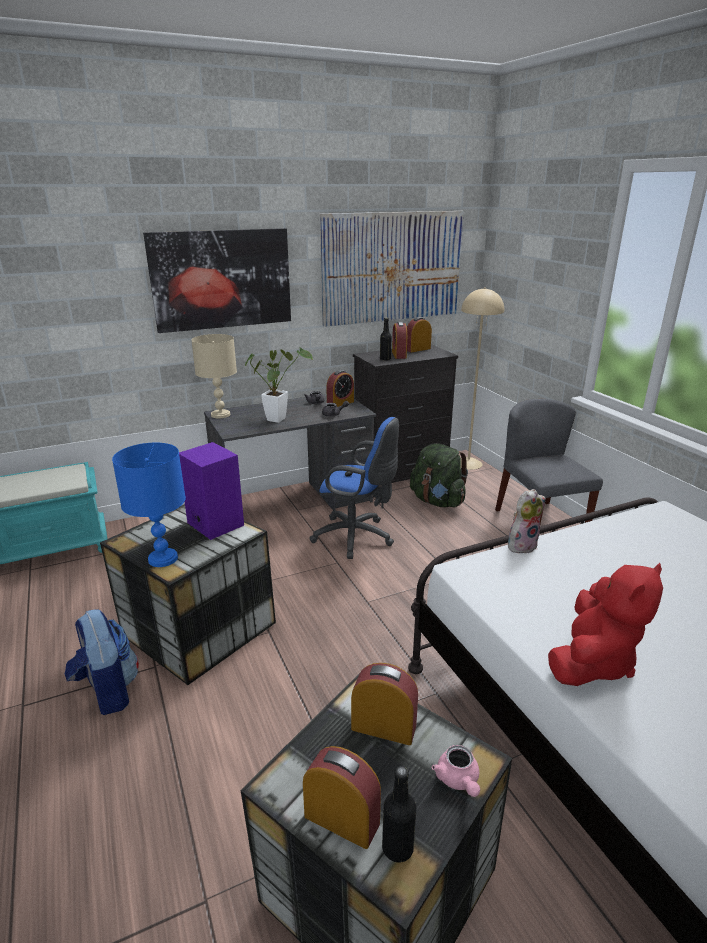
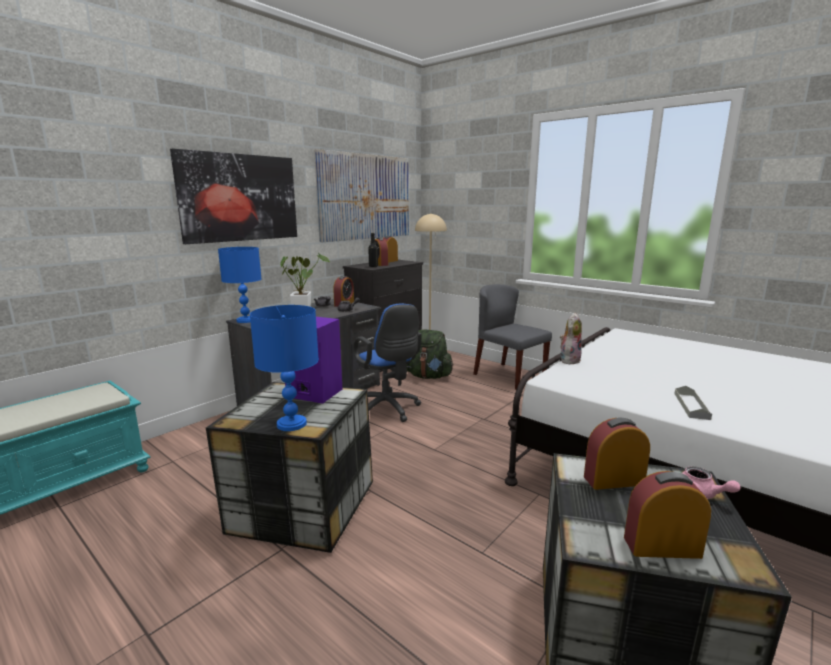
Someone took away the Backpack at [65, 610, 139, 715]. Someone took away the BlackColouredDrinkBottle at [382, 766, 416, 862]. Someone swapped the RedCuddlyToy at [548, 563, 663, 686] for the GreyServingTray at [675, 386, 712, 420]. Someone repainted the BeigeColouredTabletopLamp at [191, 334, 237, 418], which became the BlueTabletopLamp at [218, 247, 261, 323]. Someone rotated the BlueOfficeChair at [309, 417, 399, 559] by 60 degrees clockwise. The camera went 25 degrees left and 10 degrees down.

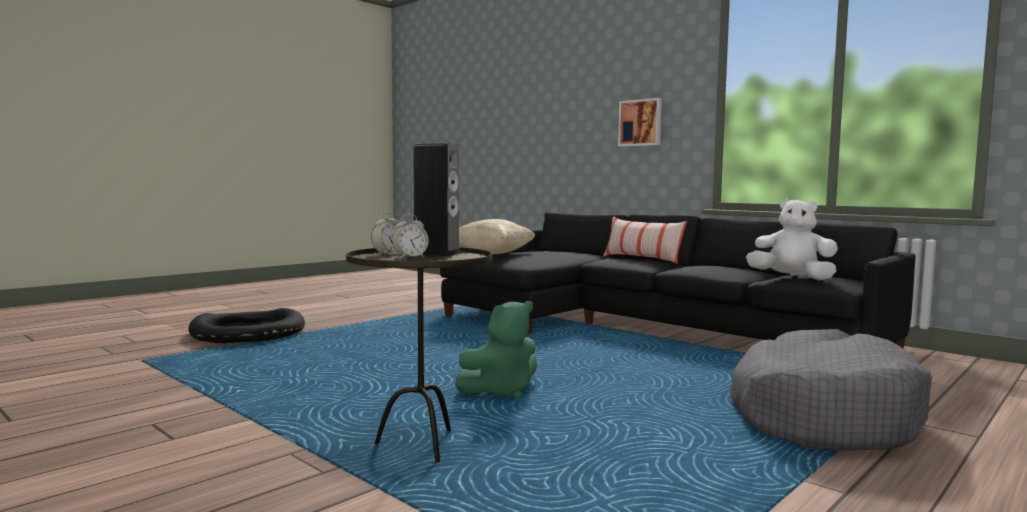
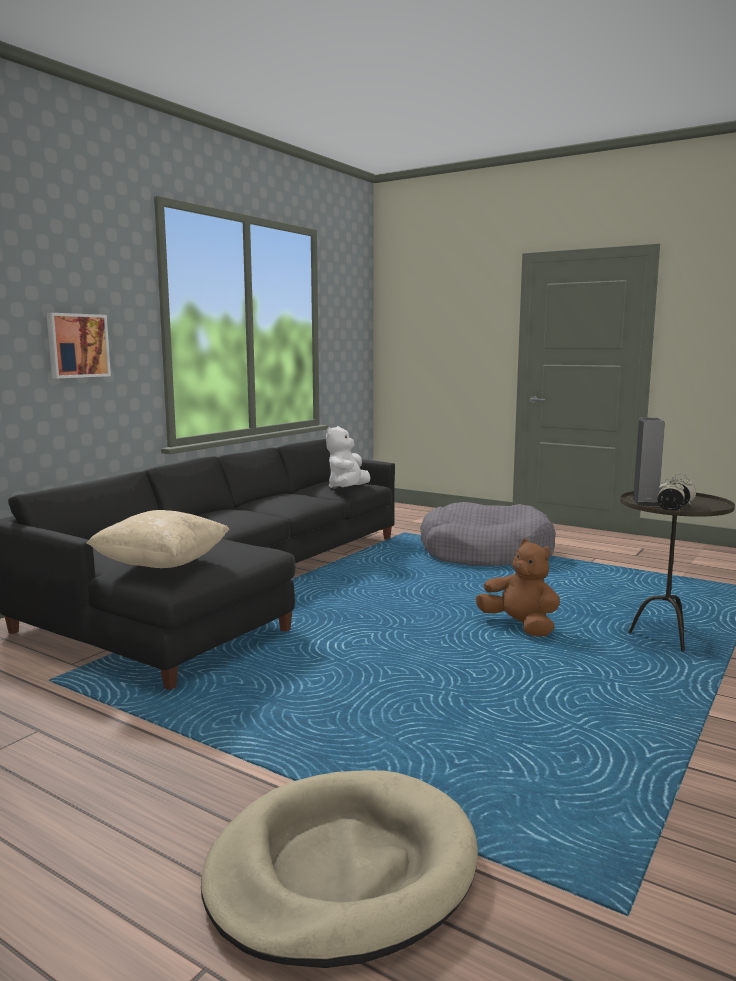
Someone took away the Cushion at [603, 217, 687, 264]. Someone repainted the BlackColouredPetBed at [189, 308, 305, 343], which became the BeigeColouredPetBed at [201, 770, 478, 968]. Someone repainted the GreenishCuddlyToy at [455, 301, 537, 398], which became the BrownColouredCuddlyToy at [476, 539, 560, 636]. The camera went 100 degrees left and 5 degrees up.

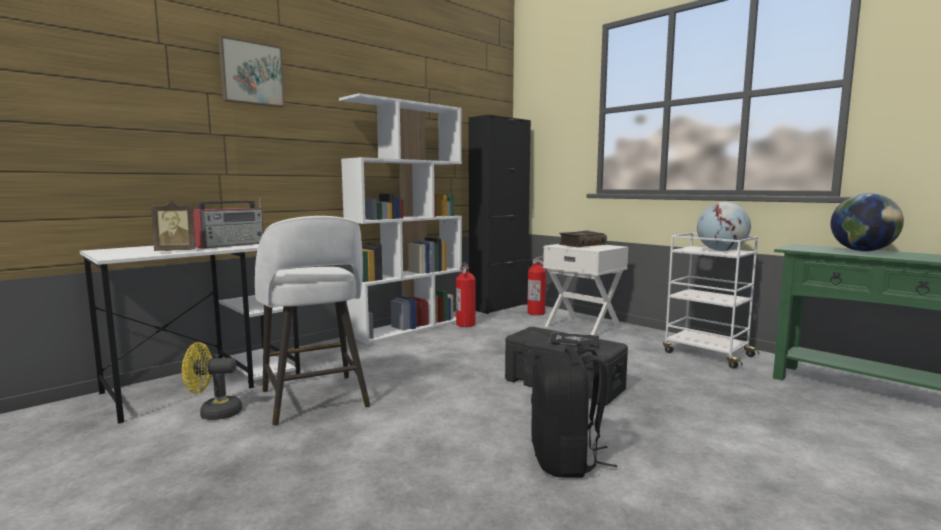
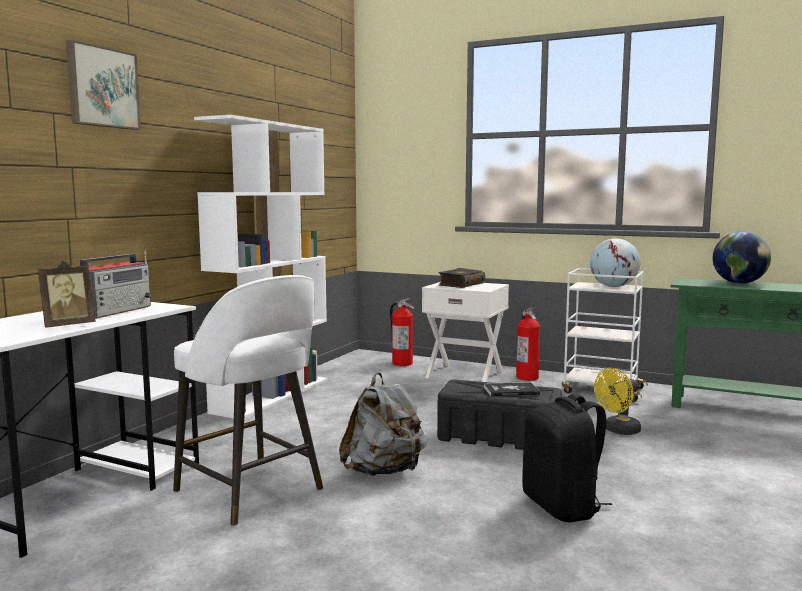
Someone took away the BlackColouredCabinet at [469, 115, 531, 314]. Someone put down the GreyBackpack at [339, 373, 427, 476]. Someone carried the YellowColouredElectricFan from [182, 342, 242, 420] to [594, 368, 641, 435]. Someone carried the Extinguisher from [456, 263, 476, 327] to [516, 308, 540, 381]. The camera went 20 degrees left and 0 degrees up.

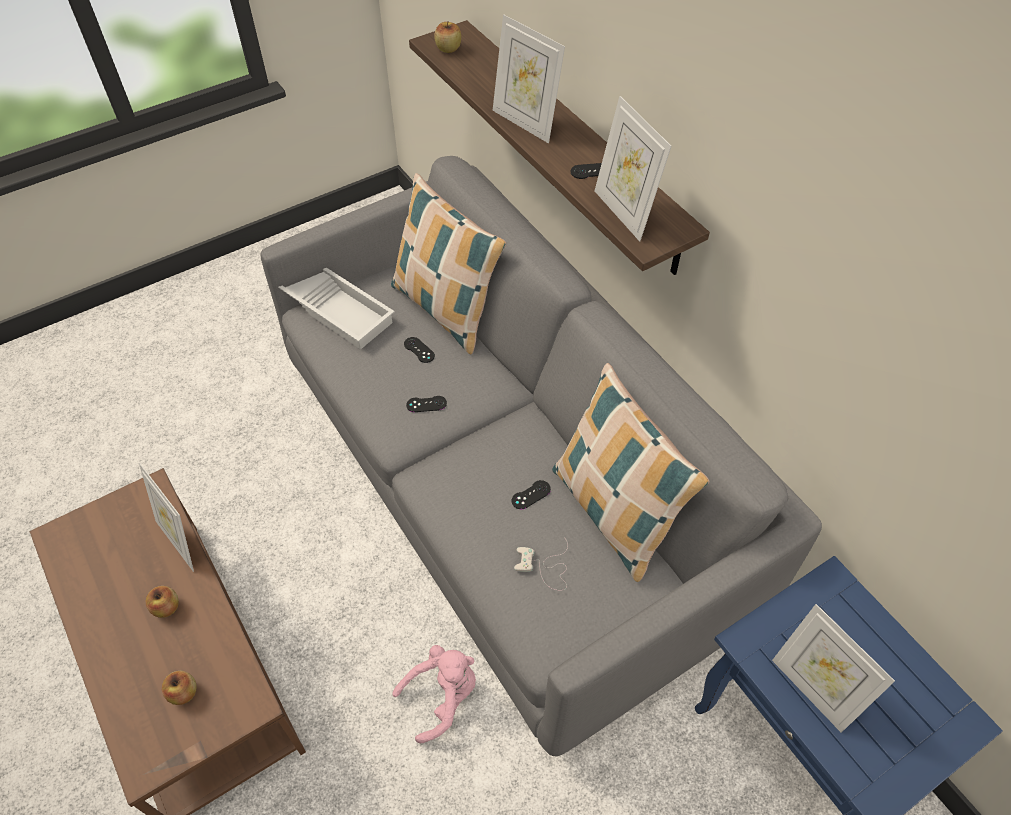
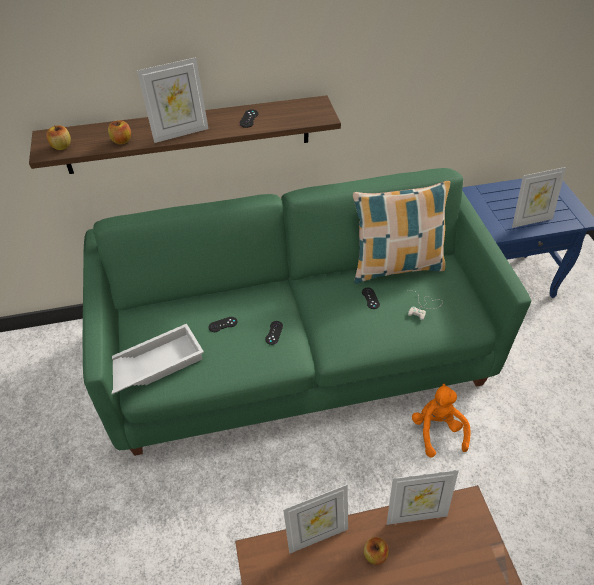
Someone took away the Cushion at [391, 173, 506, 354]. Someone carried the AppleFruit from [162, 671, 197, 705] to [108, 120, 131, 144]. Someone carried the PictureFrame from [595, 96, 672, 242] to [387, 470, 459, 525]. Someone repainted the GreySettee at [260, 156, 822, 756], which became the GreenishSettee at [83, 168, 531, 456]. Someone repainted the PinkColouredCuddlyToy at [392, 645, 476, 743], which became the OrangeyCuddlyToy at [412, 383, 471, 458]. The camera went 70 degrees left and 5 degrees down.

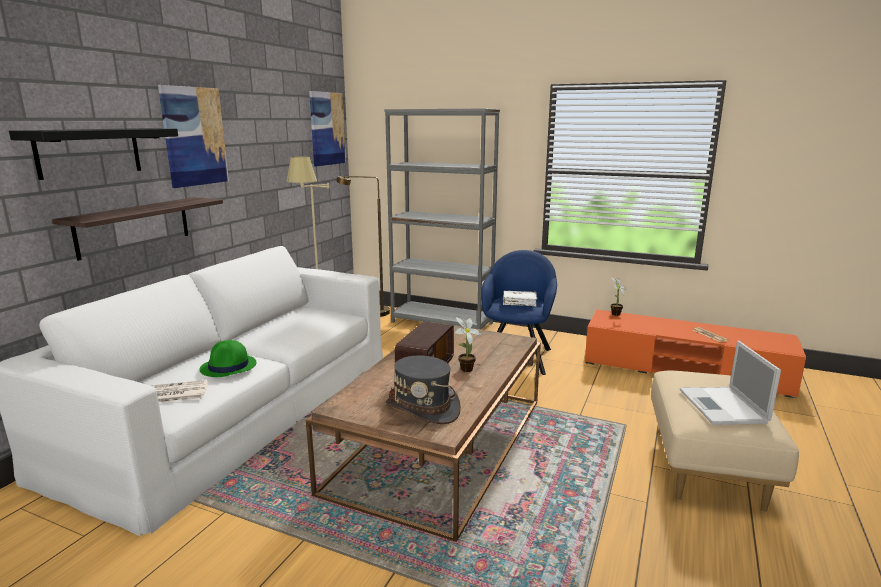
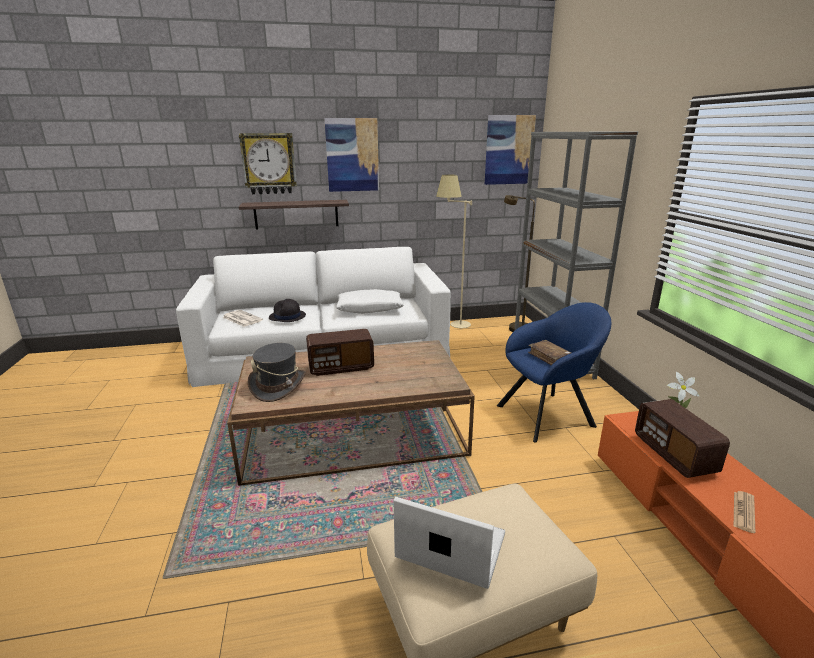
Someone took away the PottedPlant at [455, 317, 481, 372]. Someone put down the WhiteCushion at [336, 289, 404, 314]. Someone put down the RadioReceiver at [635, 399, 730, 478]. Someone swapped the BlackColouredWallShelf at [9, 128, 178, 180] for the ClockOnTheWall at [239, 133, 297, 194]. Someone repainted the GreenishWearableHat at [200, 340, 256, 377], which became the BlackColouredWearableHat at [269, 299, 306, 322]. Someone repainted the WhiteBook at [503, 291, 537, 306], which became the BrownColouredBook at [528, 340, 571, 365]. Someone rotated the Laptop at [680, 341, 781, 425] by 60 degrees clockwise. The camera went 55 degrees right and 5 degrees up.

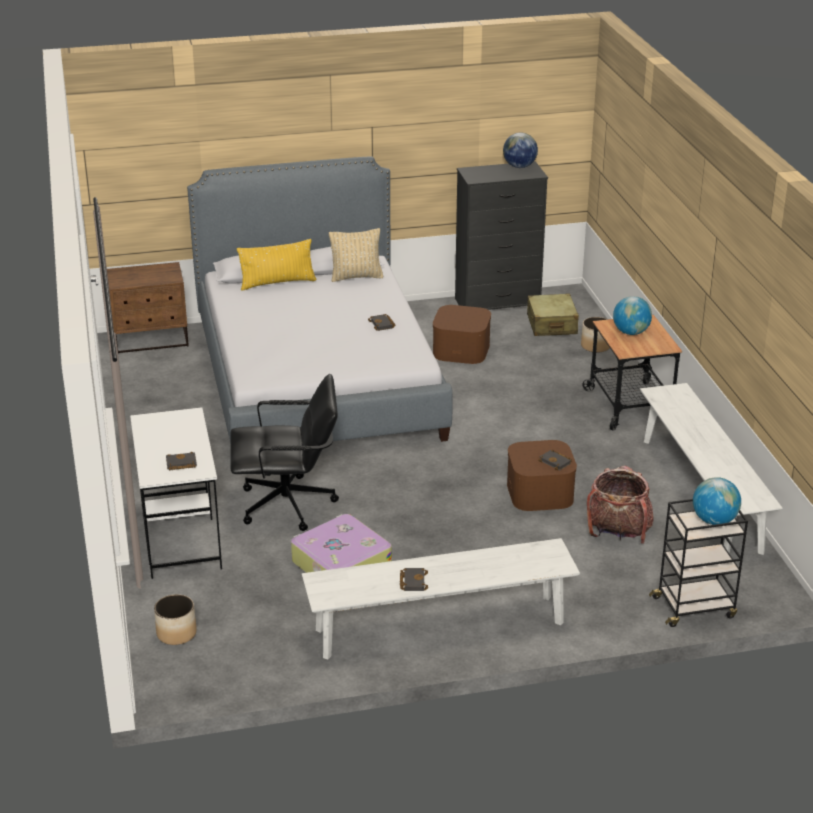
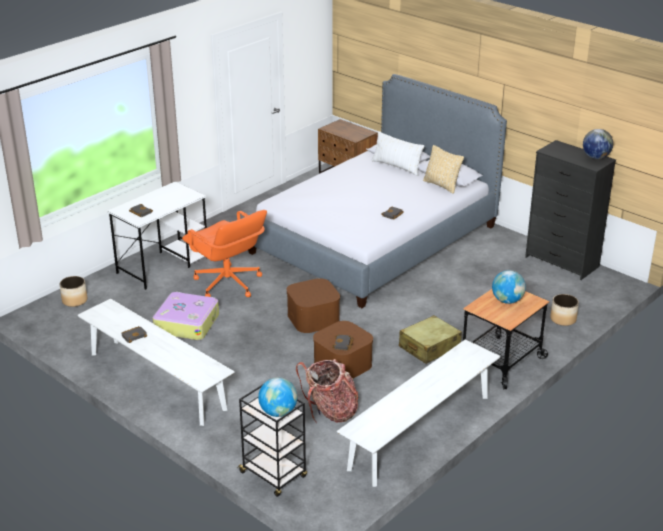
Someone carried the BrownColouredStorageContainer from [433, 305, 491, 364] to [286, 278, 340, 333]. Someone carried the BeigeColouredPieceOfLuggage from [527, 294, 579, 336] to [399, 315, 462, 364]. Someone repainted the BlackColouredOfficeChair at [230, 374, 339, 531], which became the OrangeyOfficeChair at [182, 210, 267, 297]. Someone repainted the YellowColouredCushion at [237, 239, 317, 290], which became the WhiteCushion at [372, 131, 424, 176]. The camera went 55 degrees right and 0 degrees up.

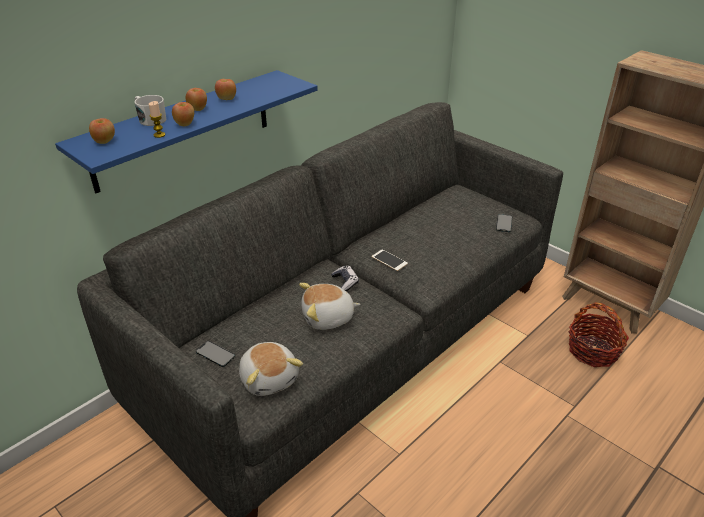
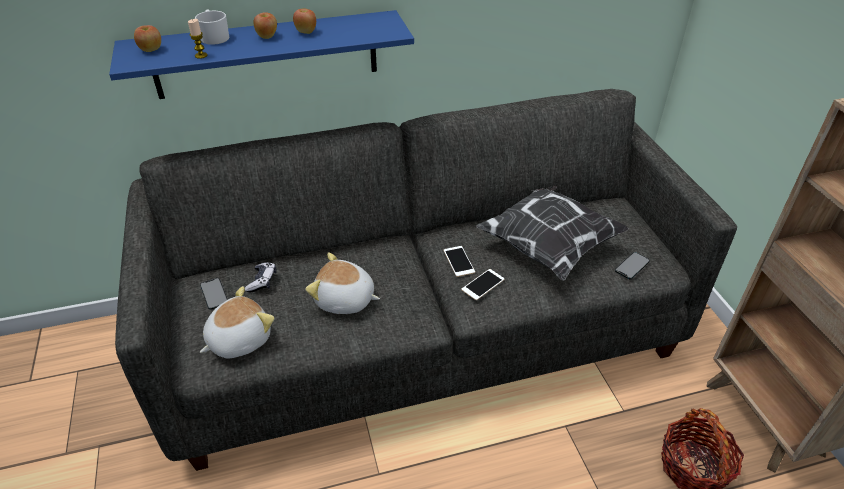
Someone took away the AppleFruit at [172, 102, 194, 126]. Someone put down the Telephone at [461, 269, 504, 300]. Someone put down the Cushion at [476, 186, 629, 281]. Someone carried the Joypad from [331, 265, 359, 291] to [245, 262, 276, 292]. Someone rotated the CuddlyToy at [239, 342, 303, 396] by 135 degrees counterclockwise. The camera went 30 degrees right and 5 degrees up.

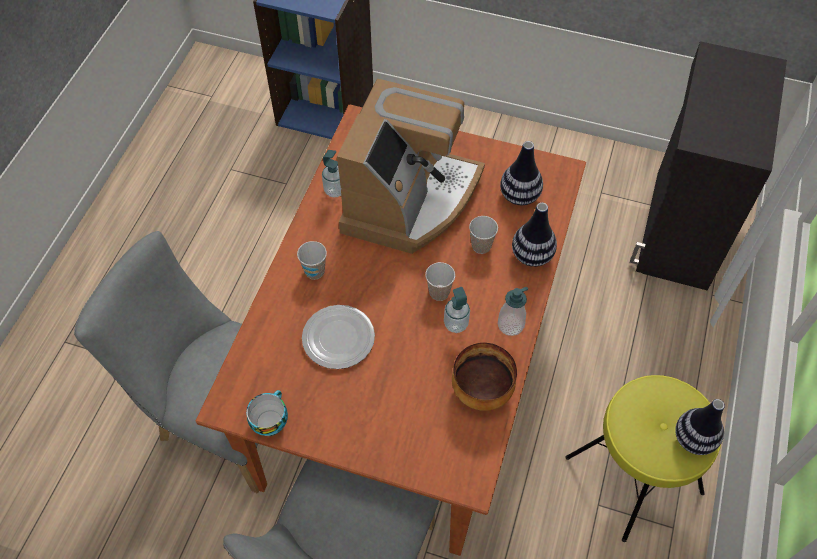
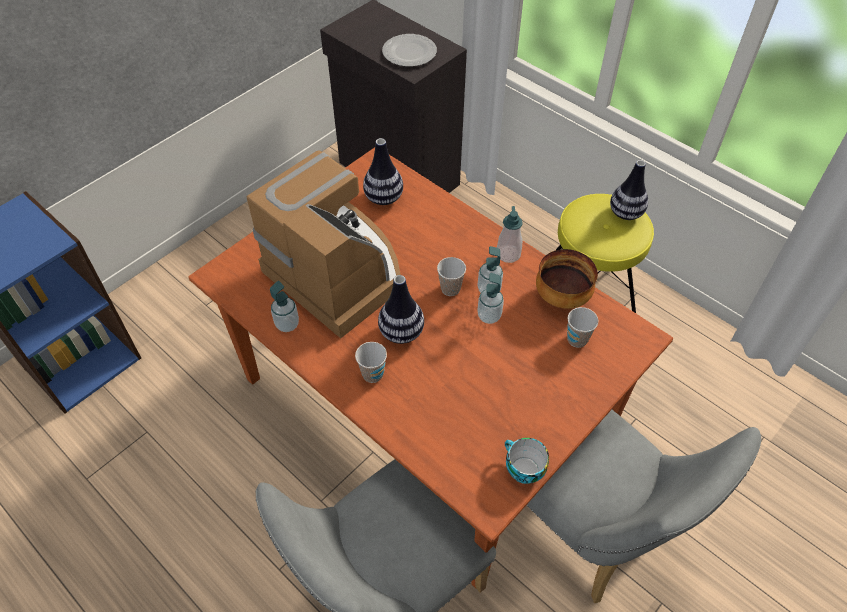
Someone put down the SoapDispenser at [477, 273, 504, 324]. Someone carried the DinnerPlate from [302, 305, 375, 369] to [382, 34, 437, 67]. Someone carried the DrinkingCup from [469, 216, 498, 254] to [567, 307, 598, 348]. Someone carried the Vase from [512, 203, 557, 267] to [378, 275, 424, 344]. The camera went 65 degrees left and 5 degrees down.

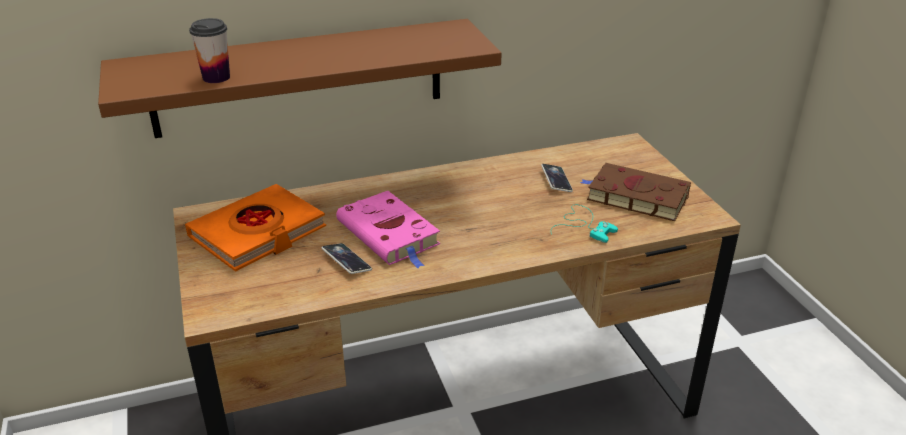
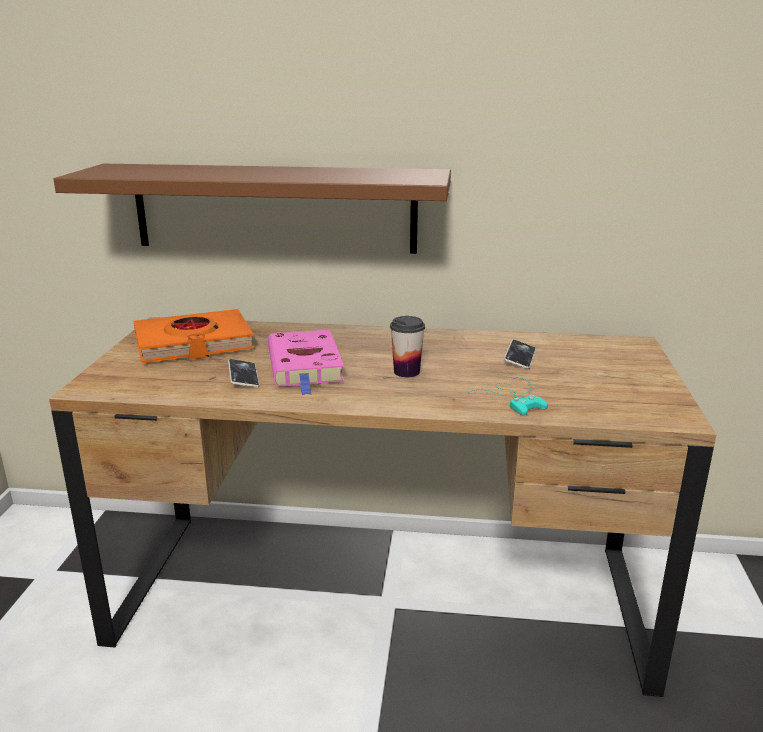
Someone took away the BrownColouredBook at [580, 163, 691, 221]. Someone carried the DrinkingCup from [189, 18, 230, 83] to [390, 316, 425, 377]. The camera went 25 degrees right and 10 degrees down.

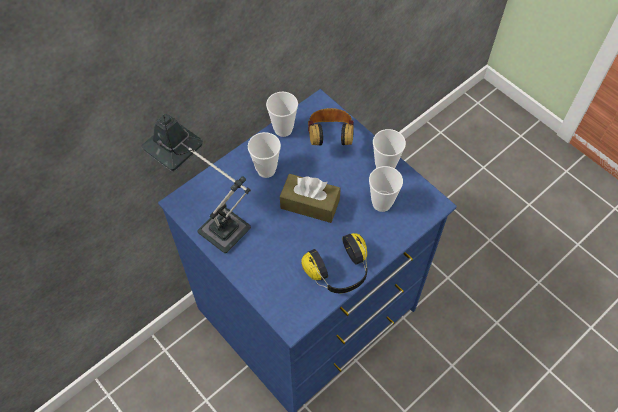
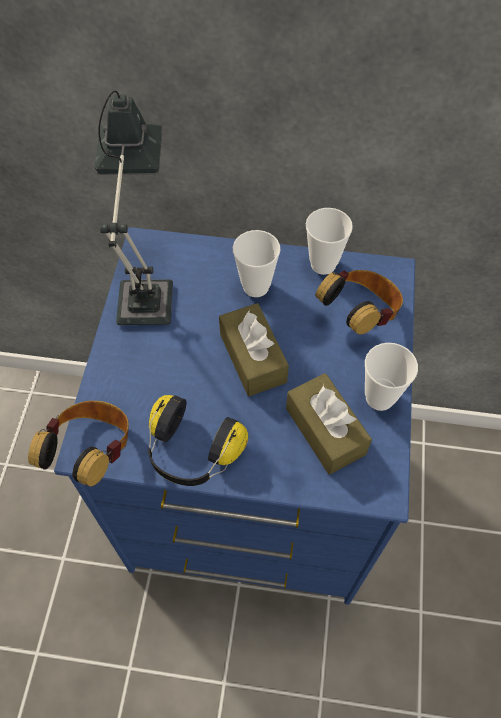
Someone put down the Headphones at [28, 401, 129, 486]. Someone swapped the DrinkingCup at [369, 166, 403, 212] for the BrownColouredTissueHolder at [286, 373, 372, 475]. The camera went 50 degrees right and 0 degrees up.

